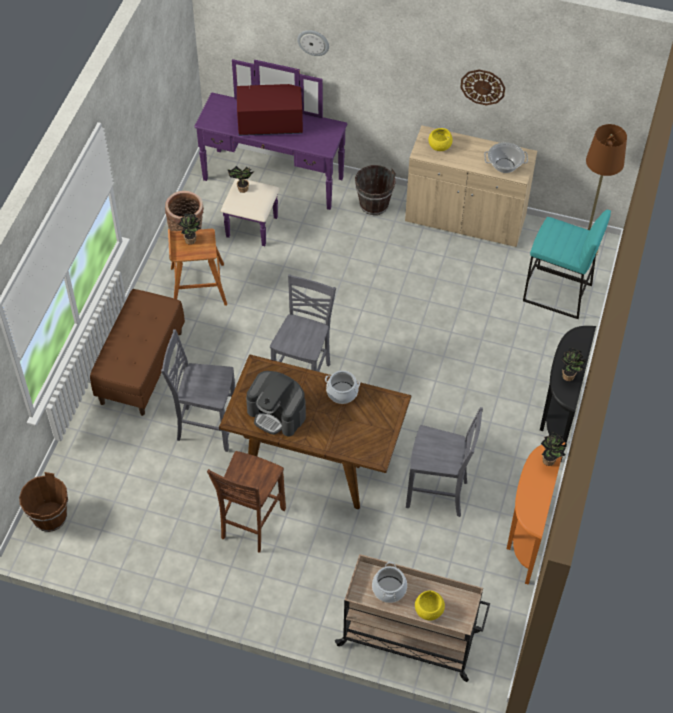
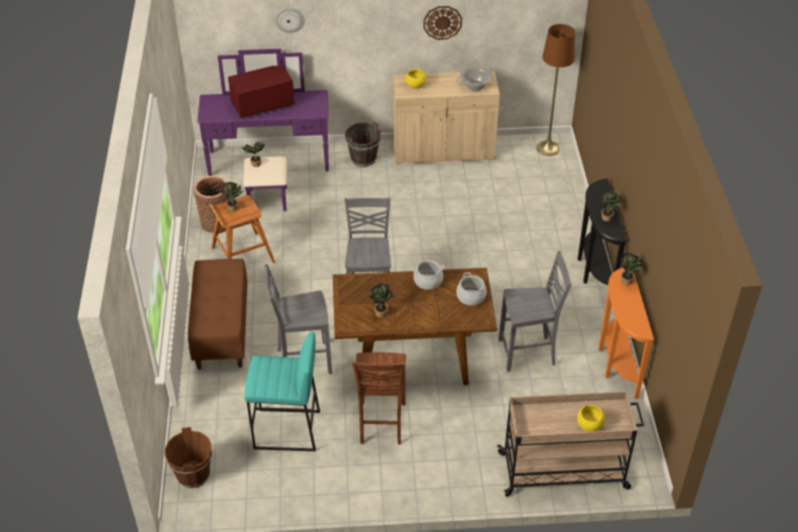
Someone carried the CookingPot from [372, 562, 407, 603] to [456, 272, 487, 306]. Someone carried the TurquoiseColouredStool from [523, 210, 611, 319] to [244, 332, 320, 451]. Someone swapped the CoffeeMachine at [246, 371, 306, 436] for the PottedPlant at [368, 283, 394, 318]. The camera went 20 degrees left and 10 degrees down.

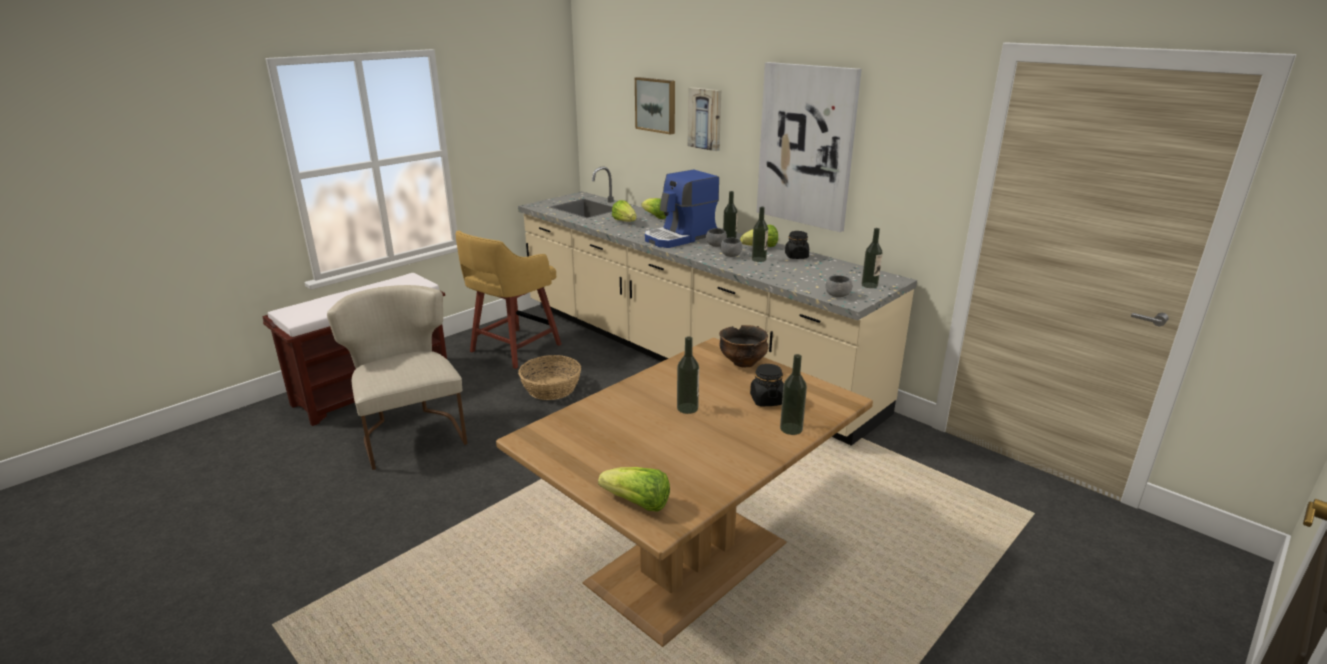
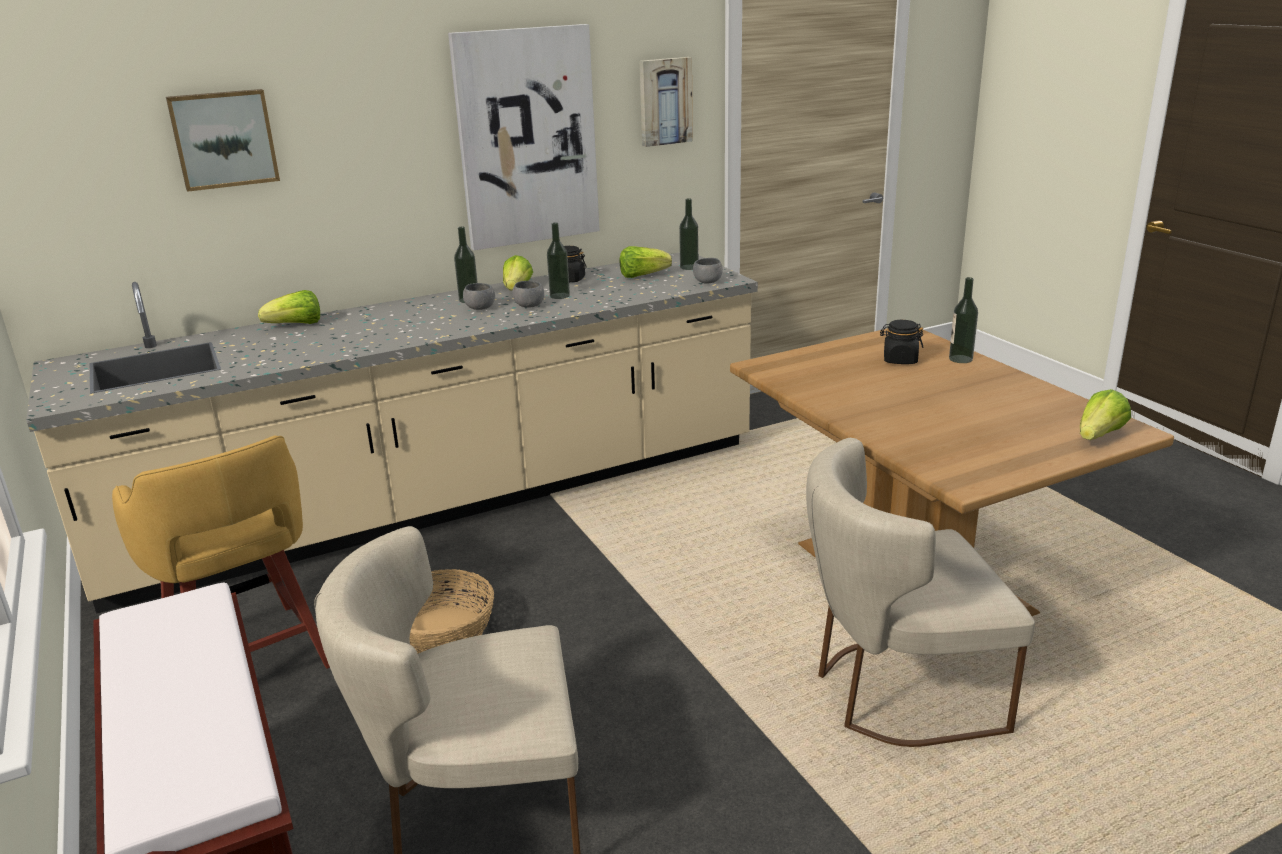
Someone took away the CoffeeMachine at [645, 170, 719, 248]. Someone took away the DrinkBottle at [677, 336, 699, 414]. Someone took away the ServingBowl at [719, 325, 768, 368]. Someone put down the BeigeColouredUprightChair at [806, 438, 1035, 747]. Someone carried the LettuceHead from [612, 200, 637, 222] to [620, 246, 672, 278]. Someone carried the WallPicture from [687, 87, 721, 151] to [639, 57, 693, 147]. The camera went 70 degrees left and 0 degrees up.

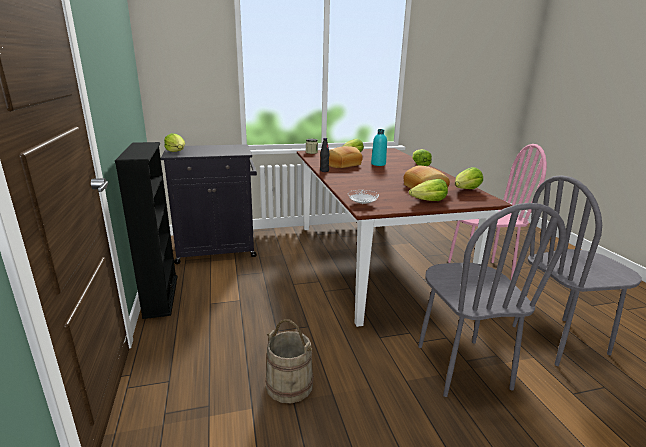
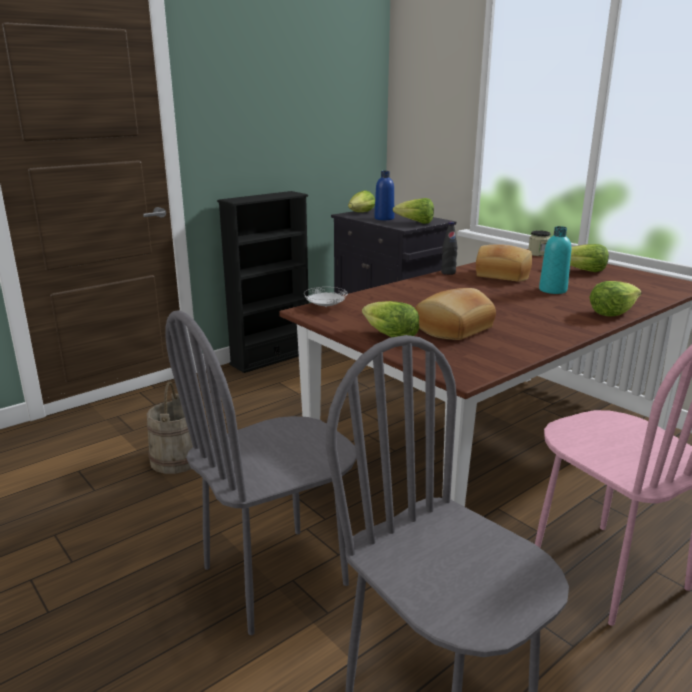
Someone put down the BlueDrinkBottle at [374, 171, 394, 220]. Someone carried the LettuceHead from [455, 167, 483, 189] to [393, 198, 434, 224]. The camera went 65 degrees right and 0 degrees up.

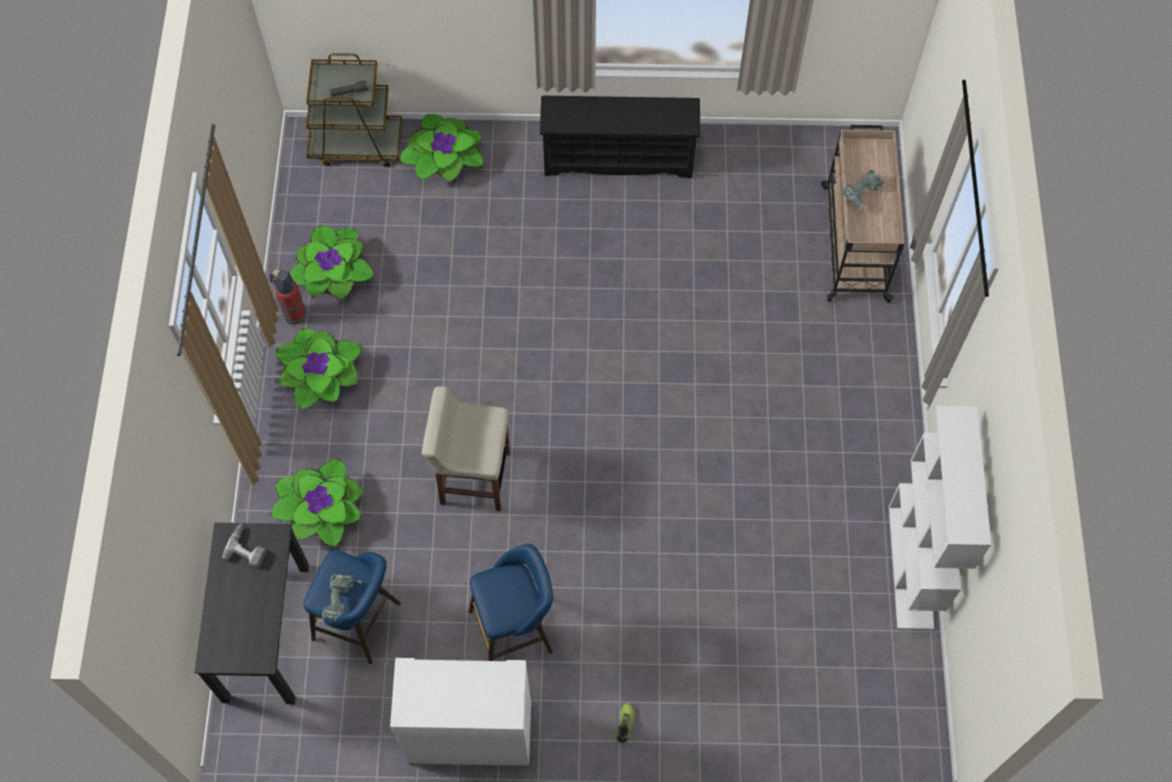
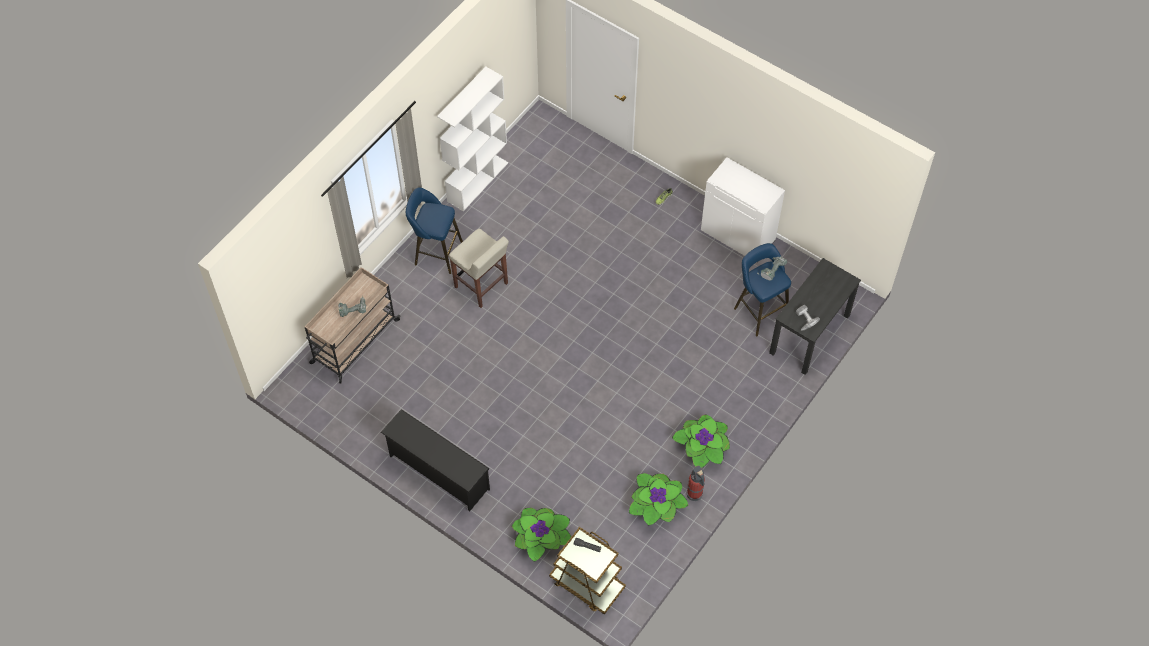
Someone took away the PottedPlant at [271, 459, 363, 547]. Someone carried the BeigeColouredStool from [422, 386, 510, 511] to [449, 228, 509, 308]. Someone carried the BlueStool from [469, 544, 553, 661] to [406, 187, 463, 274]. The camera went 145 degrees left and 5 degrees down.

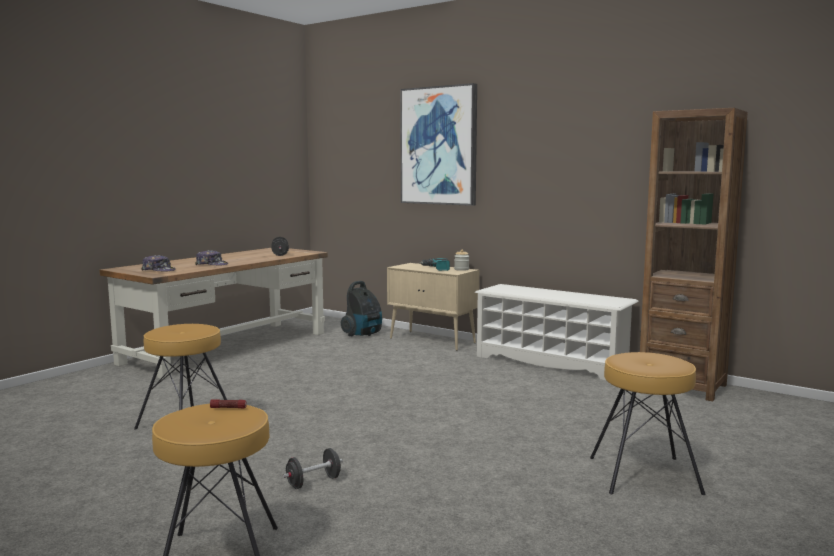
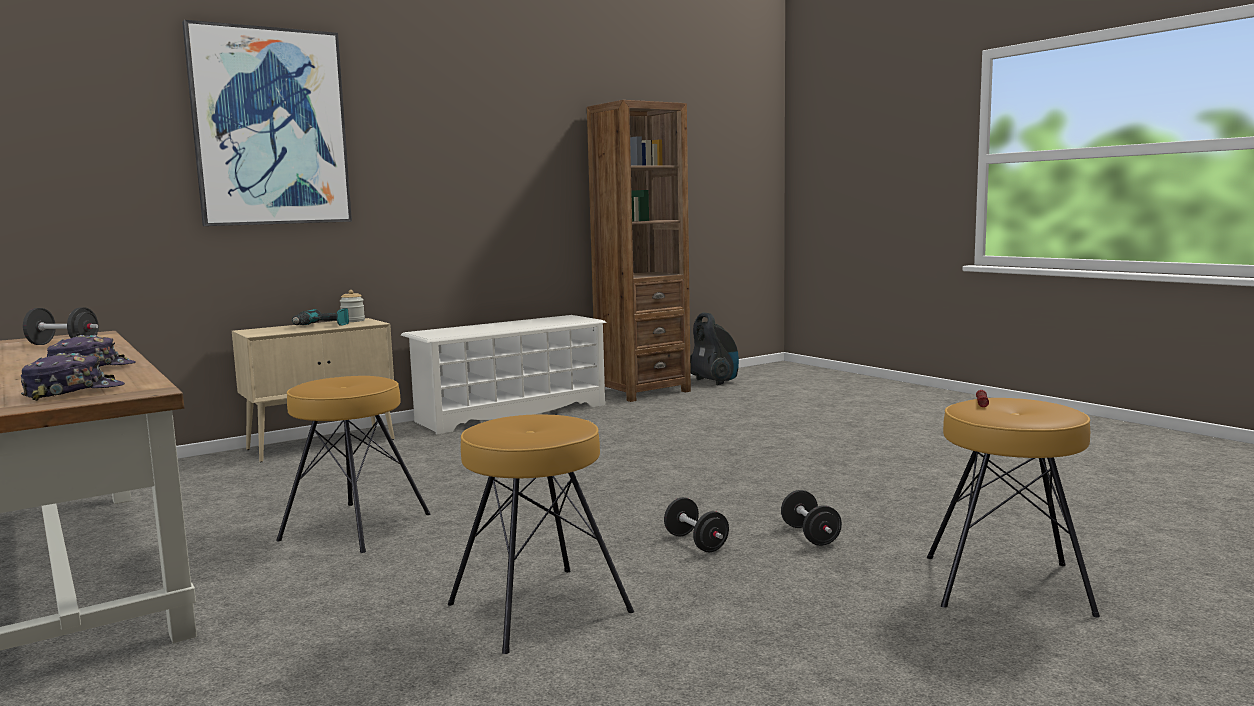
Someone put down the BlackColouredDumbbell at [664, 497, 729, 552]. Someone carried the Hoover from [341, 281, 382, 336] to [690, 313, 739, 385]. Someone carried the BrownColouredStool from [590, 352, 706, 495] to [276, 376, 430, 553]. The camera went 70 degrees left and 0 degrees up.

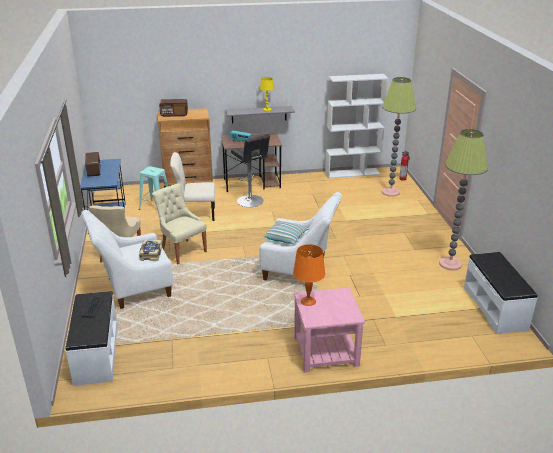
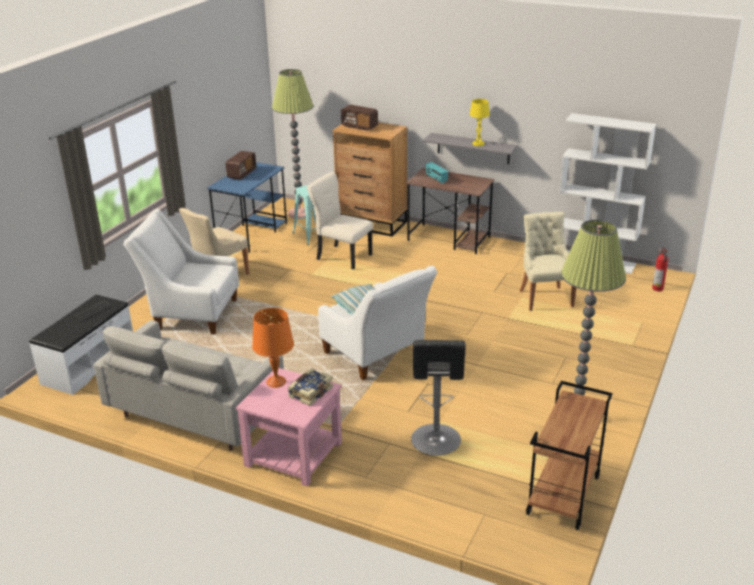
Someone put down the GreySettee at [94, 320, 284, 450]. Someone carried the Book from [139, 240, 162, 261] to [287, 368, 333, 406]. Someone carried the BeigeColouredUprightChair from [152, 183, 207, 264] to [519, 212, 576, 311]. Someone carried the BlackColouredStool from [231, 135, 270, 207] to [411, 340, 466, 455]. Someone carried the StandardLamp from [382, 77, 416, 197] to [272, 69, 313, 219]. Someone swapped the WhiteLongSeat at [464, 252, 538, 334] for the BrownColouredTrolley at [526, 381, 613, 530]. The camera went 35 degrees right and 0 degrees up.

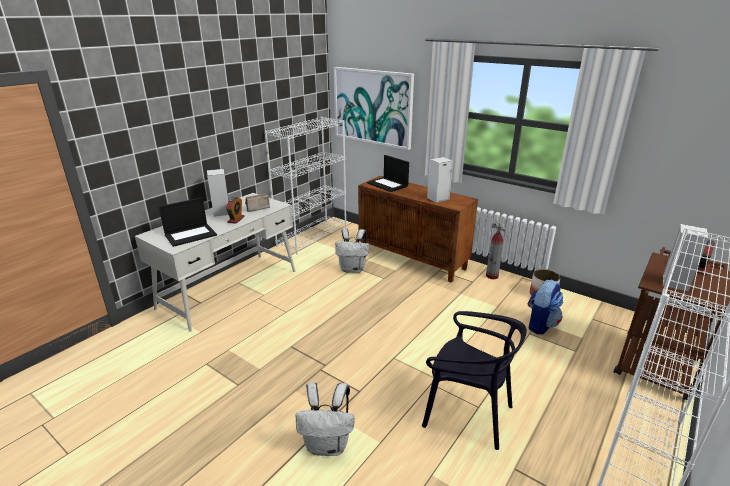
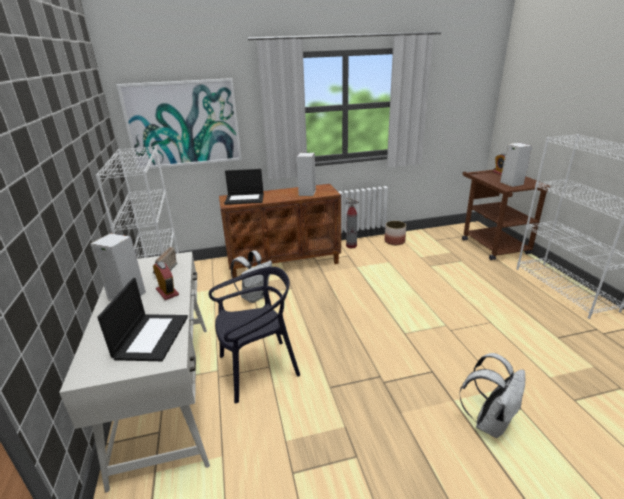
Someone took away the Backpack at [528, 280, 563, 335]. Someone carried the BlackColouredUprightChair from [422, 311, 527, 450] to [209, 267, 300, 403]. The camera went 50 degrees left and 0 degrees up.

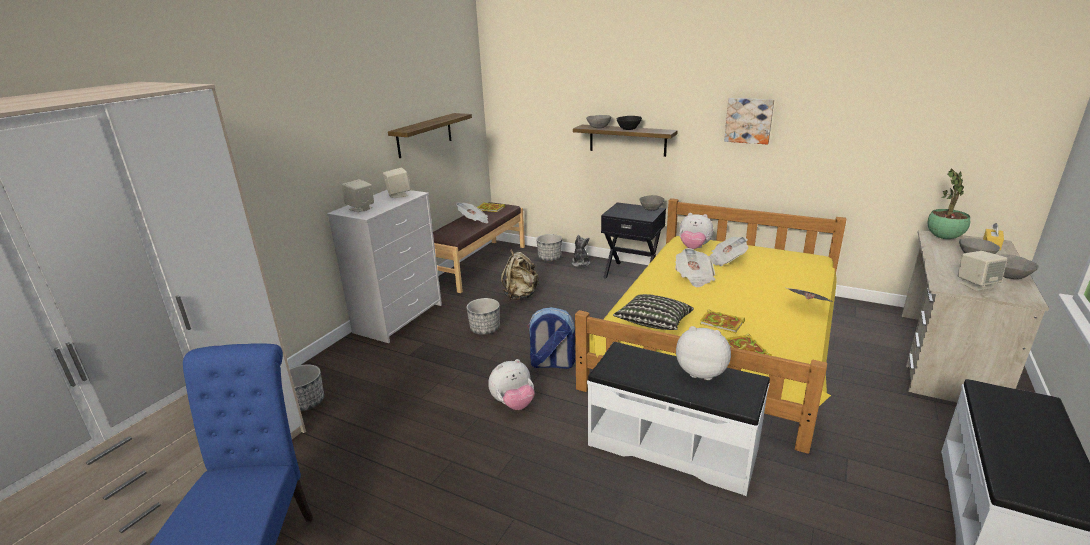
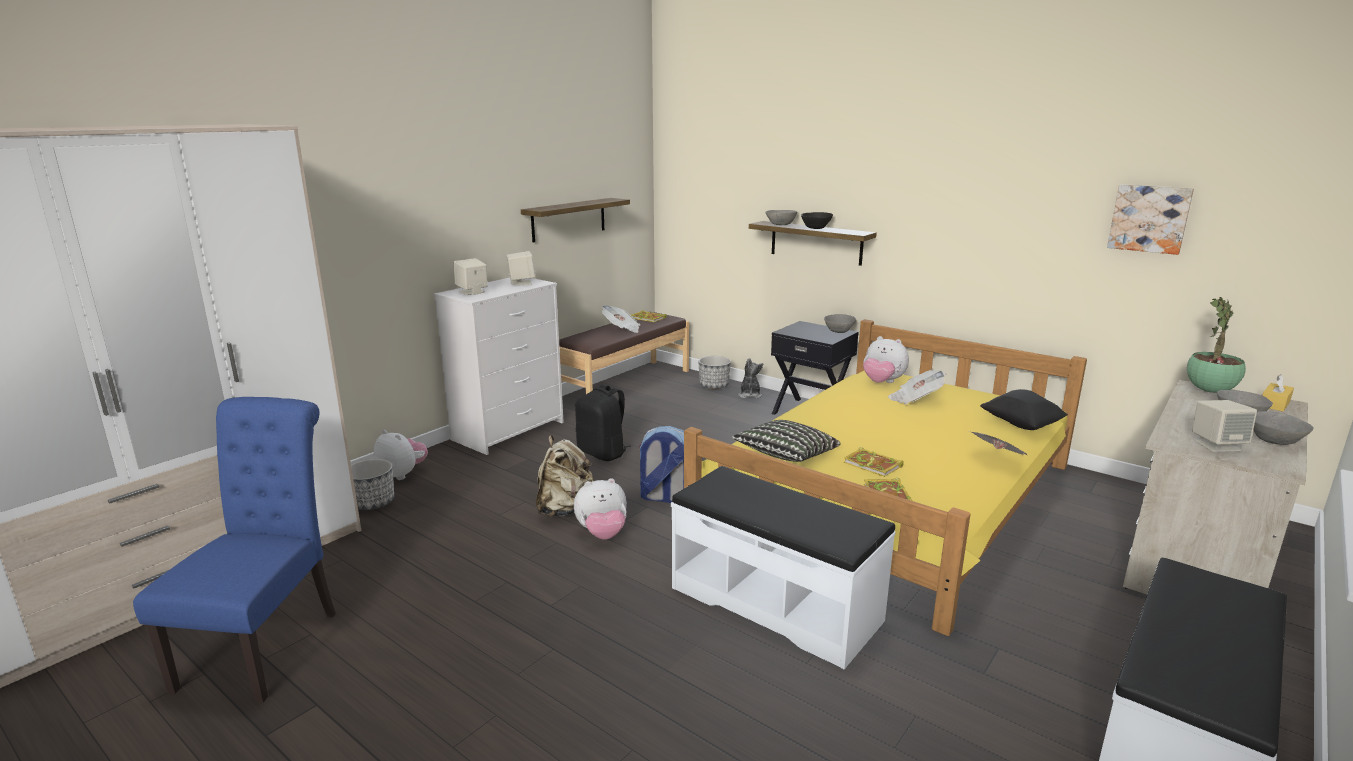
Someone took away the DailyPaper at [675, 248, 715, 287]. Someone put down the BlackColouredCushion at [980, 389, 1068, 430]. Someone carried the BeigeColouredBackpack from [501, 249, 539, 300] to [536, 435, 594, 517]. Someone carried the CuddlyToy from [676, 326, 731, 380] to [374, 430, 428, 480]. Someone carried the WallPicture from [724, 98, 774, 144] to [1107, 185, 1194, 255]. Someone swapped the PlantPot at [466, 298, 500, 335] for the BlackColouredBackpack at [575, 384, 631, 461]. The camera went 10 degrees right and 5 degrees down.

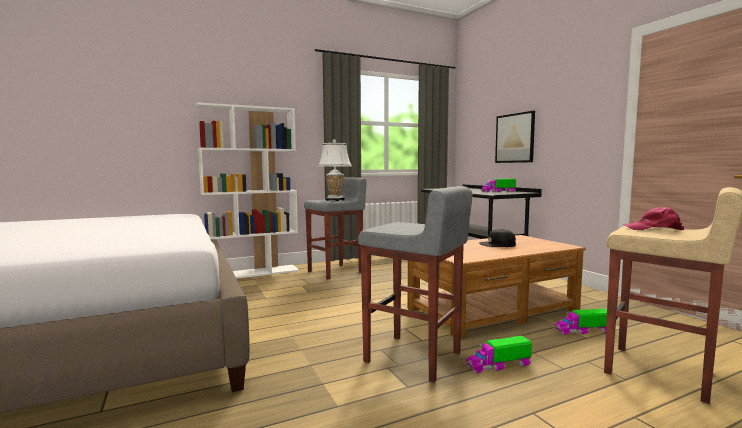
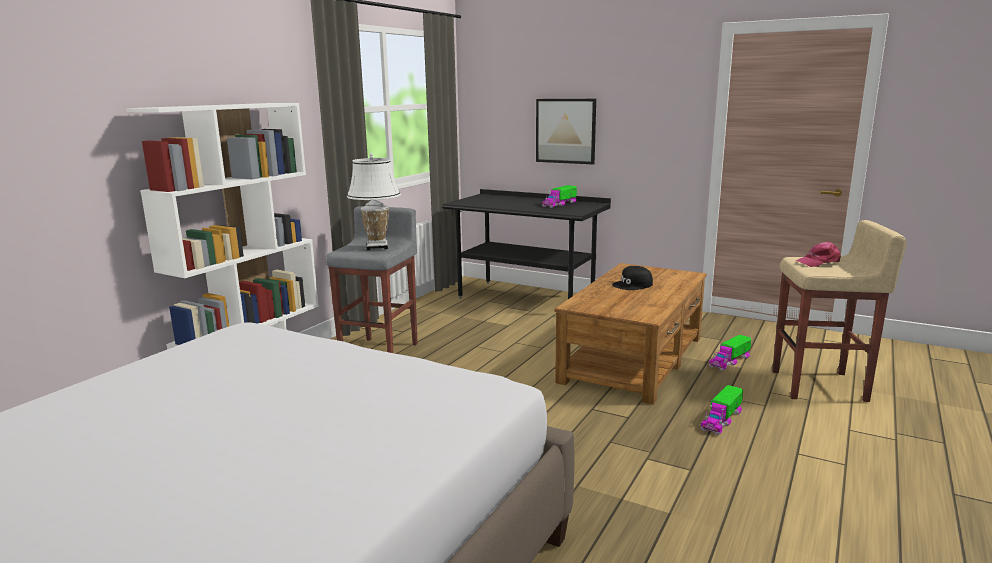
Someone took away the GreyStool at [358, 186, 472, 383]. The camera went 35 degrees left and 10 degrees up.

